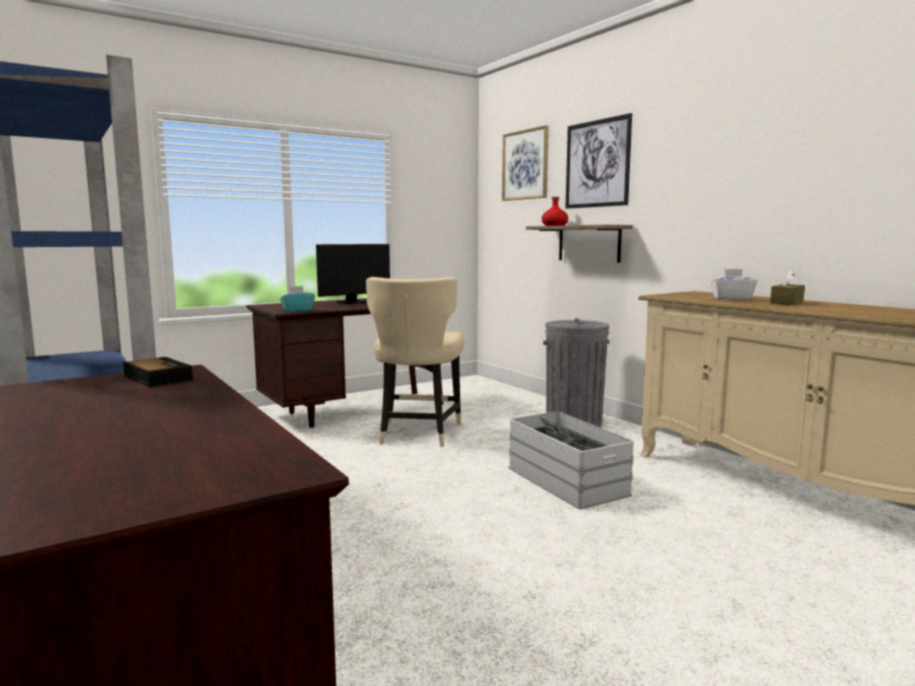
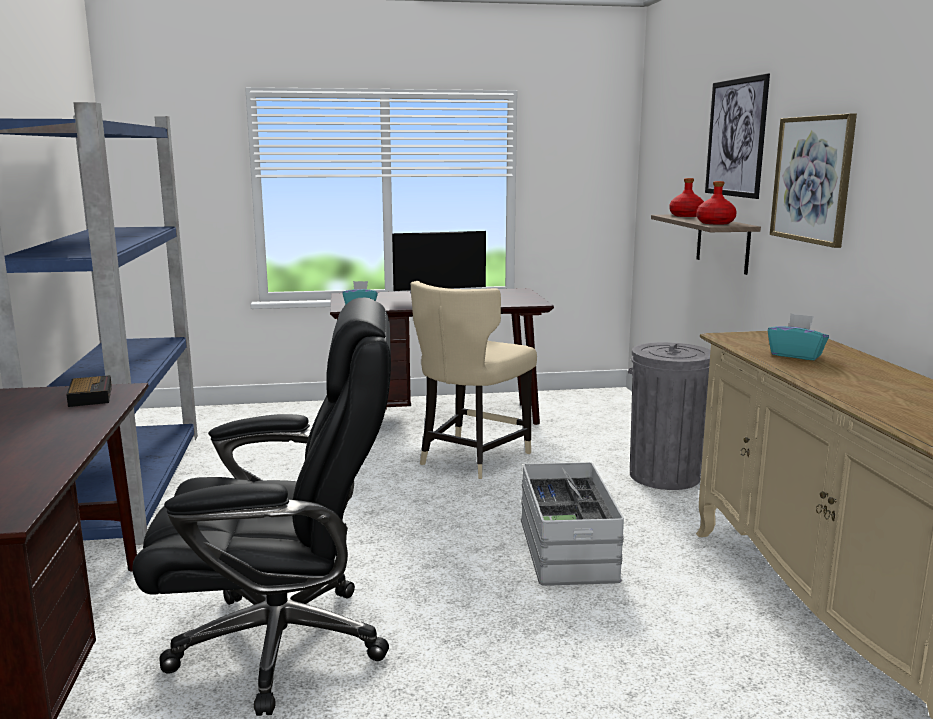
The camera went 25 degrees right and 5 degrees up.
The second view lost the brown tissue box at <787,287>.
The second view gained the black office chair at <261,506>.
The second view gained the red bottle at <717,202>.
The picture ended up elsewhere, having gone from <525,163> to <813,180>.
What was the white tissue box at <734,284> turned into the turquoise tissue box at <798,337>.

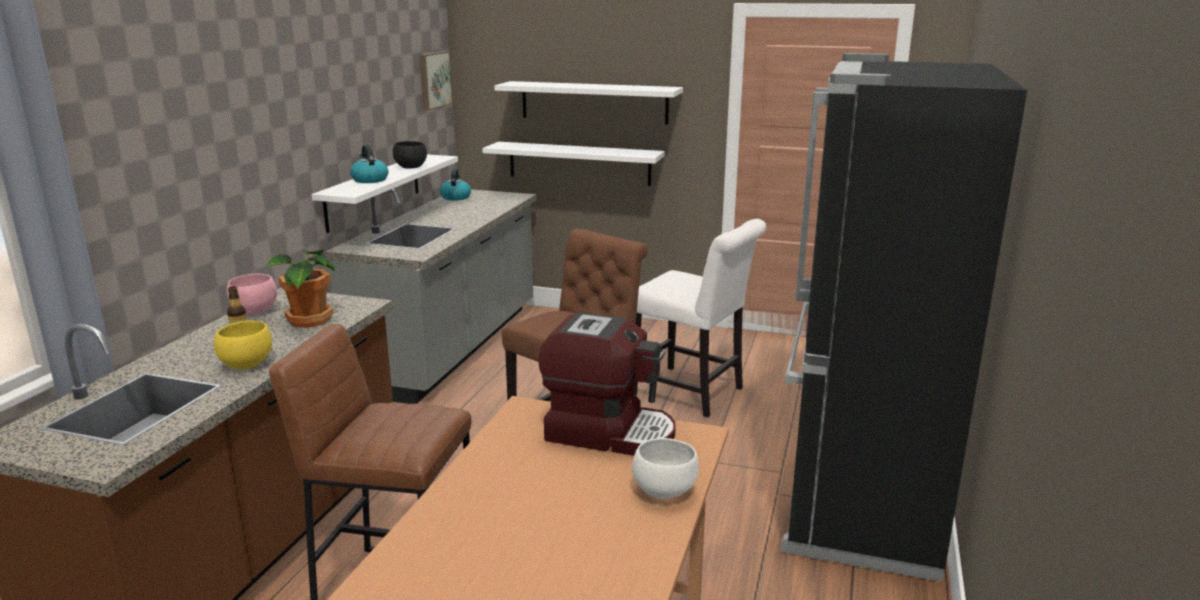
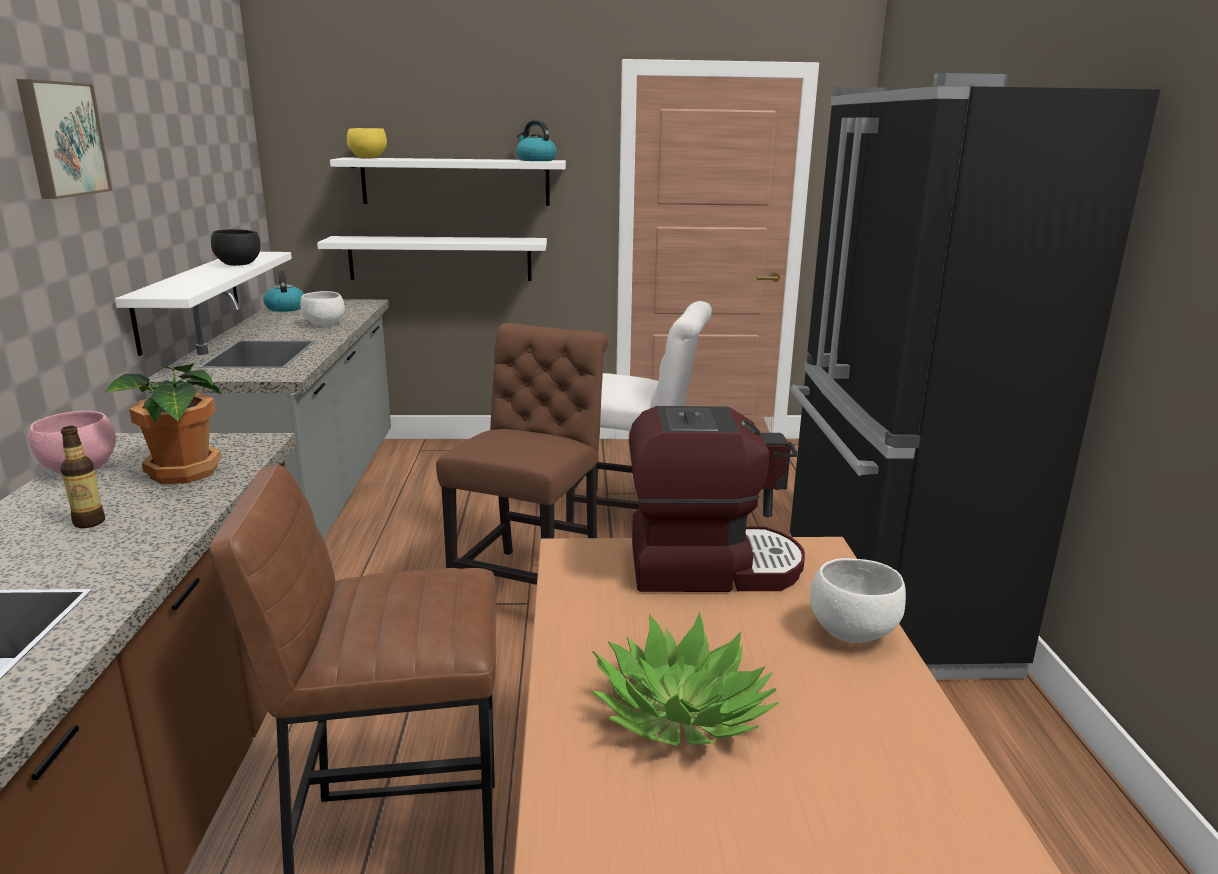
The camera went 20 degrees left and 0 degrees up.
The second view gained the white bowl at <322,308>.
The second view gained the potted plant at <685,678>.
The yellow bowl ended up elsewhere, having gone from <243,344> to <367,143>.
The kettle ended up elsewhere, having gone from <369,164> to <536,140>.
The picture ended up elsewhere, having gone from <436,80> to <64,139>.

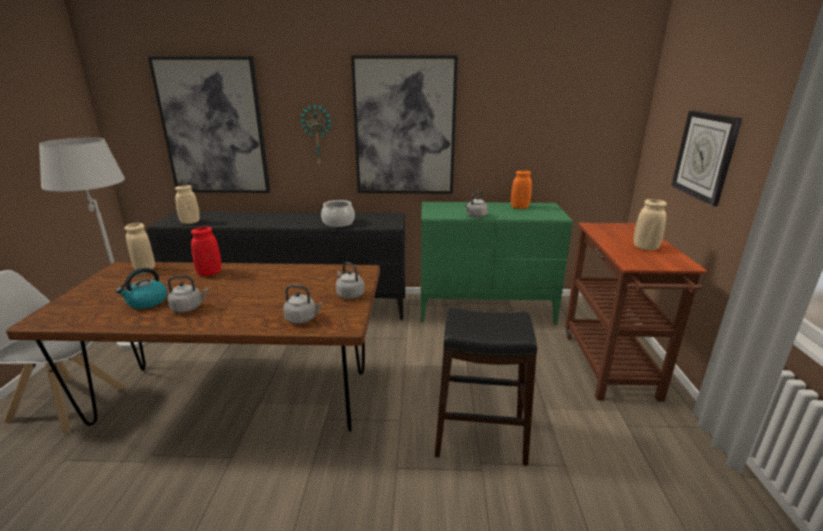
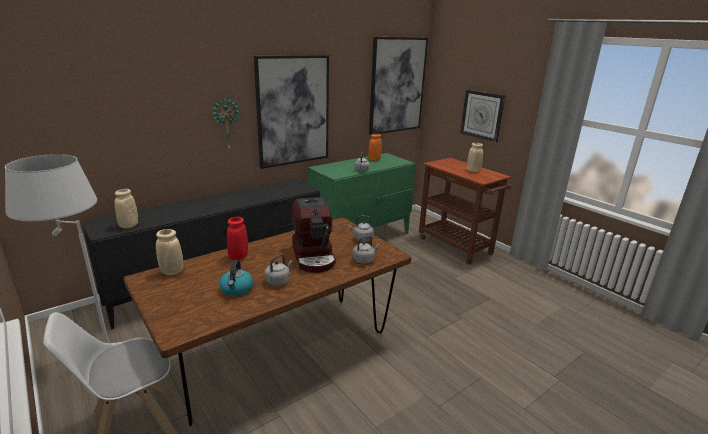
The camera went 40 degrees left and 0 degrees up.
The second view lost the cooking pot at <338,213>.
The second view lost the black stool at <486,387>.
The second view gained the coffee machine at <313,235>.
The picture ended up elsewhere, having gone from <209,124> to <398,86>.

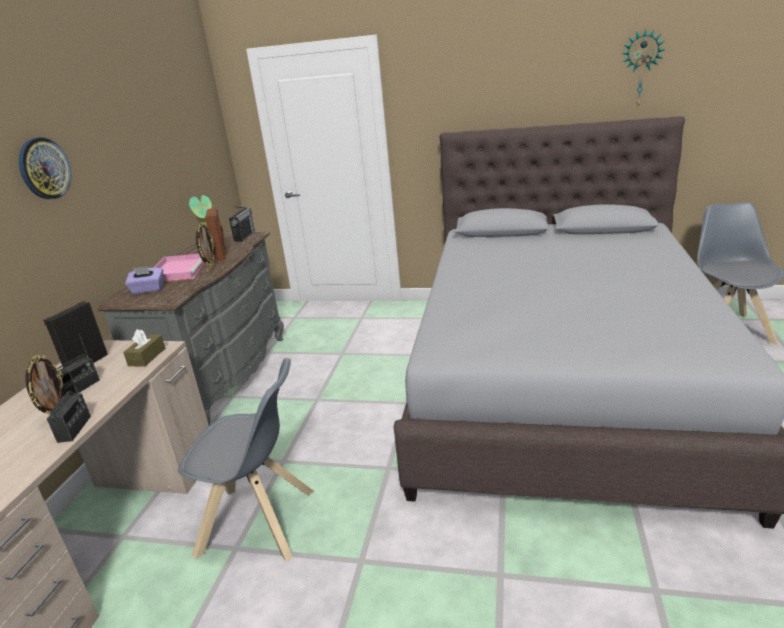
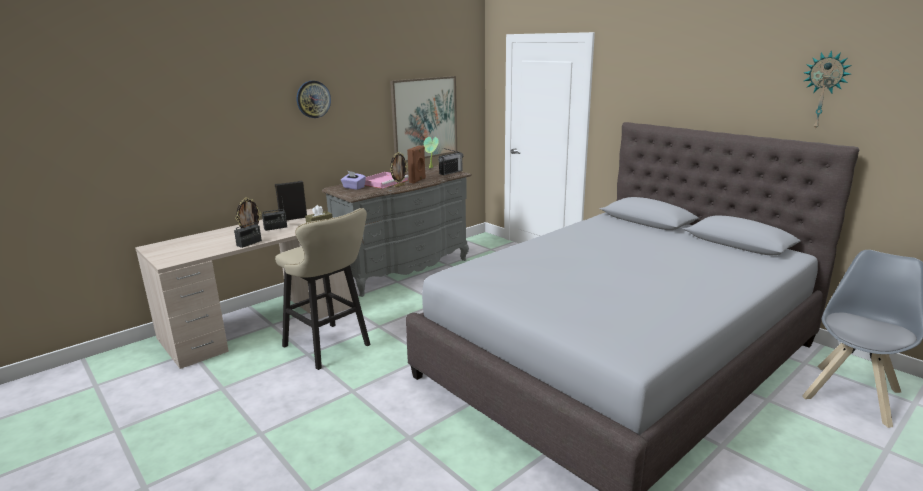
The camera went 35 degrees right and 5 degrees down.
The second view gained the picture at <423,119>.
Where the grey chair stood at <246,459>, the beige stool came to stand at <323,289>.

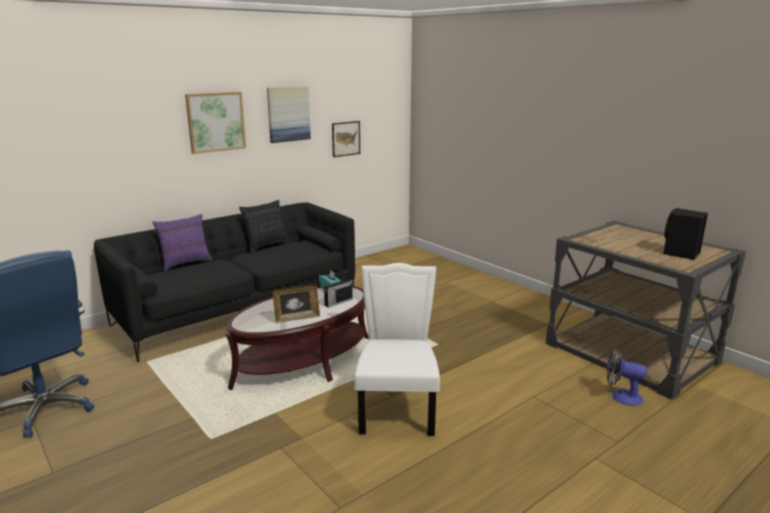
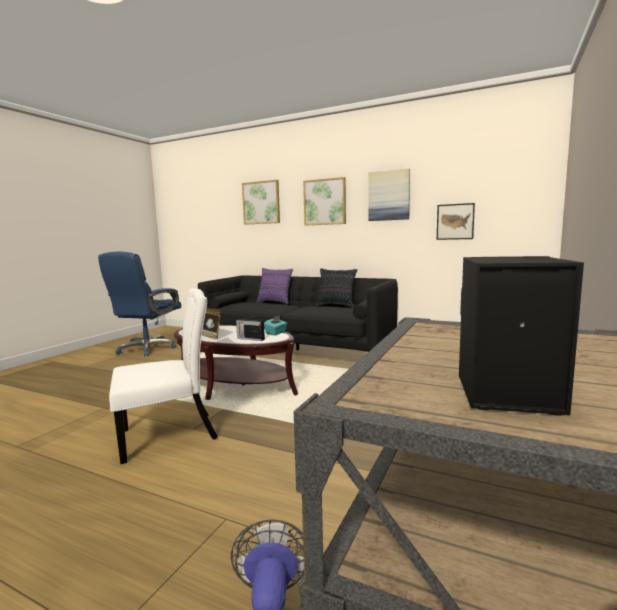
The camera went 65 degrees right and 10 degrees down.
The second view gained the picture at <261,202>.

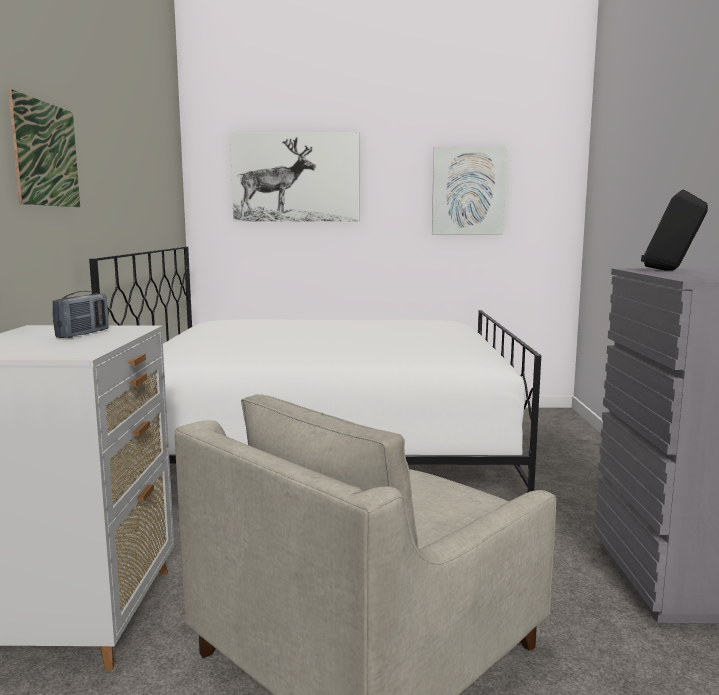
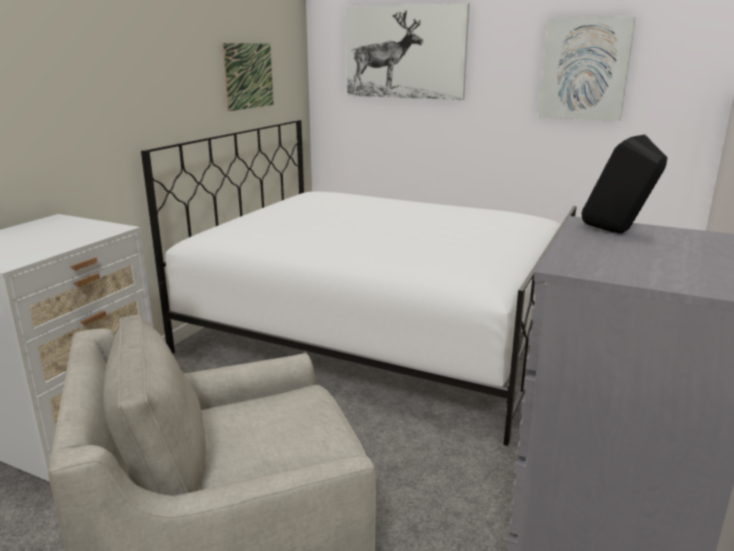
The camera went 25 degrees right and 10 degrees up.
The second view lost the radio at <80,314>.
The picture ended up elsewhere, having gone from <44,148> to <248,77>.

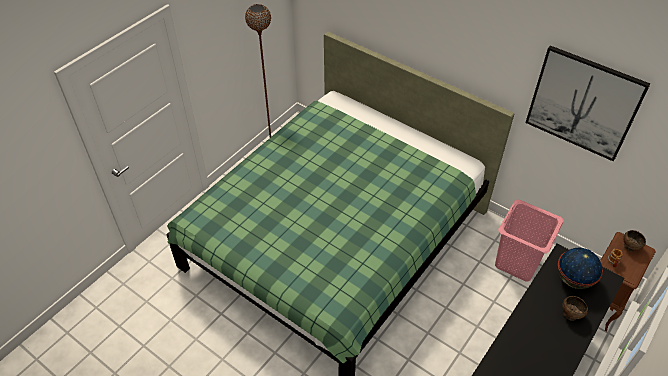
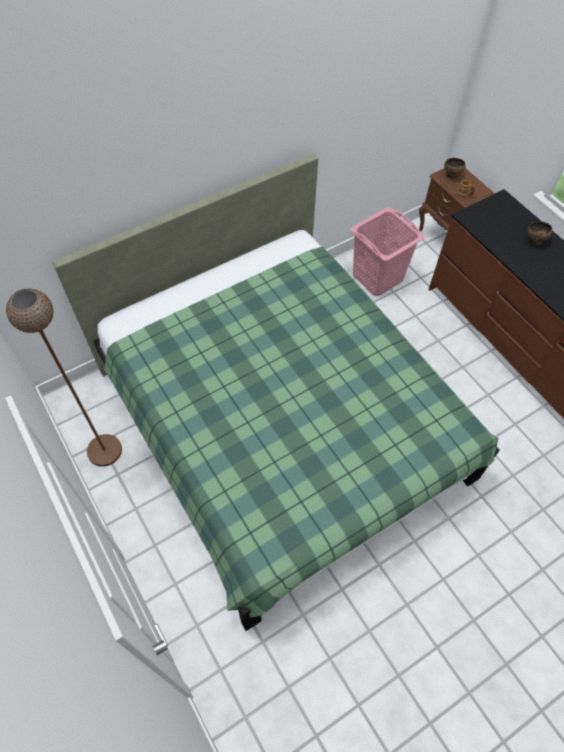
The camera went 70 degrees left and 10 degrees up.
The second view lost the picture at <587,103>.
The second view lost the globe at <580,268>.

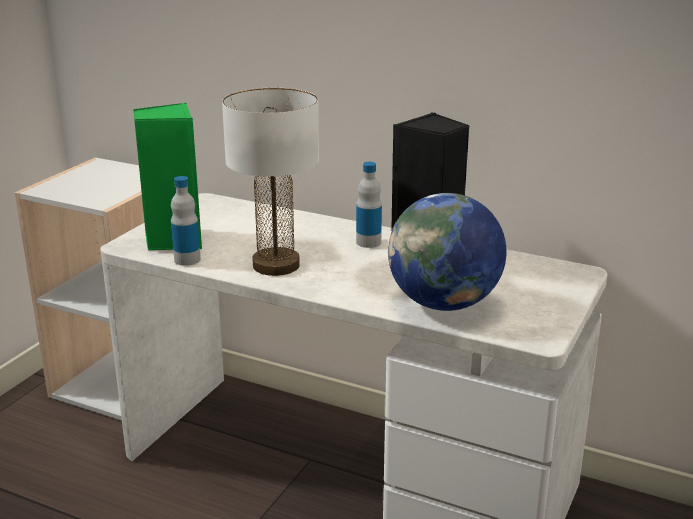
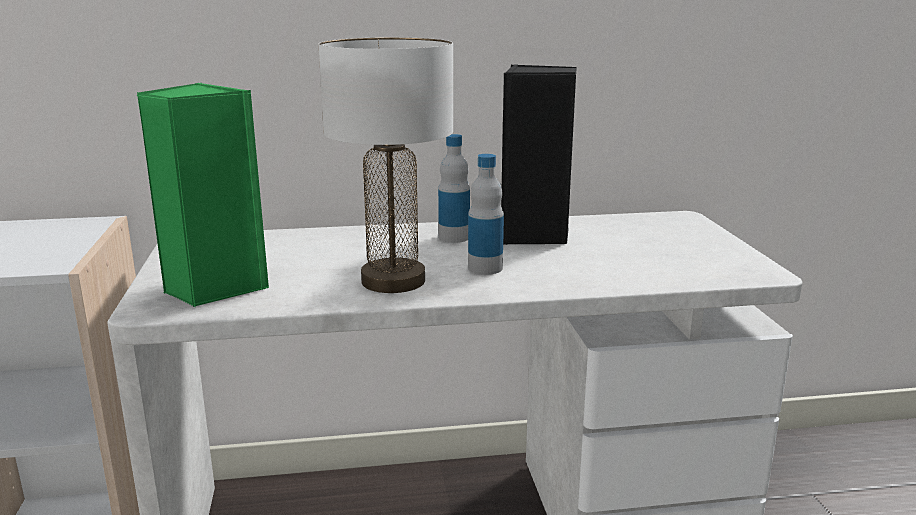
The camera went 35 degrees left and 5 degrees down.
The second view lost the globe at <447,252>.
The bottle ended up elsewhere, having gone from <186,221> to <486,214>.

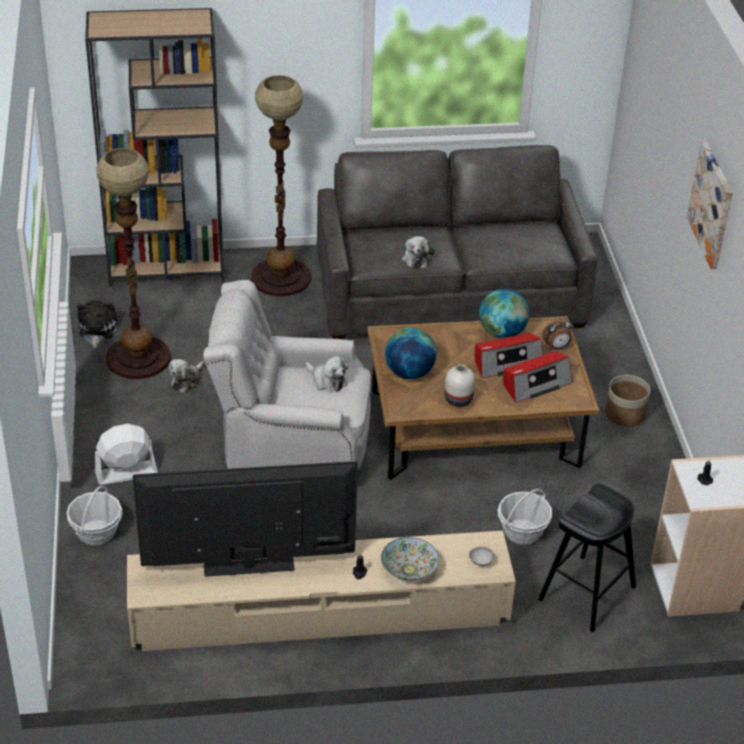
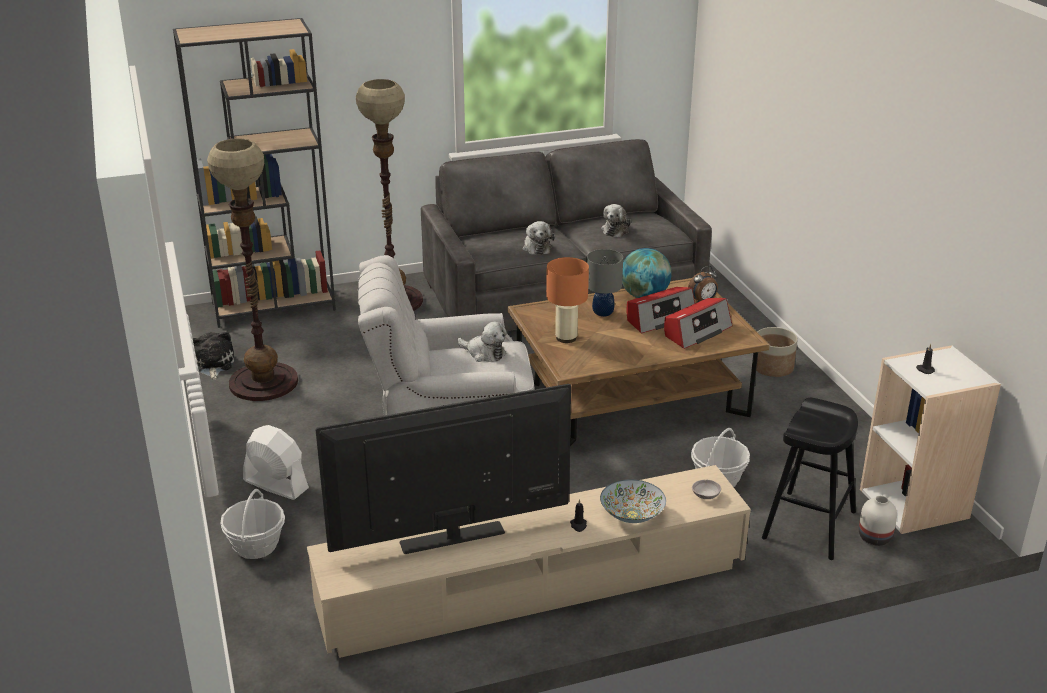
The camera went 10 degrees left and 10 degrees down.
The second view lost the picture at <710,205>.
The second view gained the grey table lamp at <605,283>.
The plush toy ended up elsewhere, having gone from <186,376> to <616,221>.
The white vase ended up elsewhere, having gone from <459,386> to <878,521>.
Where the globe stood at <411,353>, the orange table lamp came to stand at <567,300>.
The white fan at <126,454> ended up facing another way, 60 degrees clockwise from before.

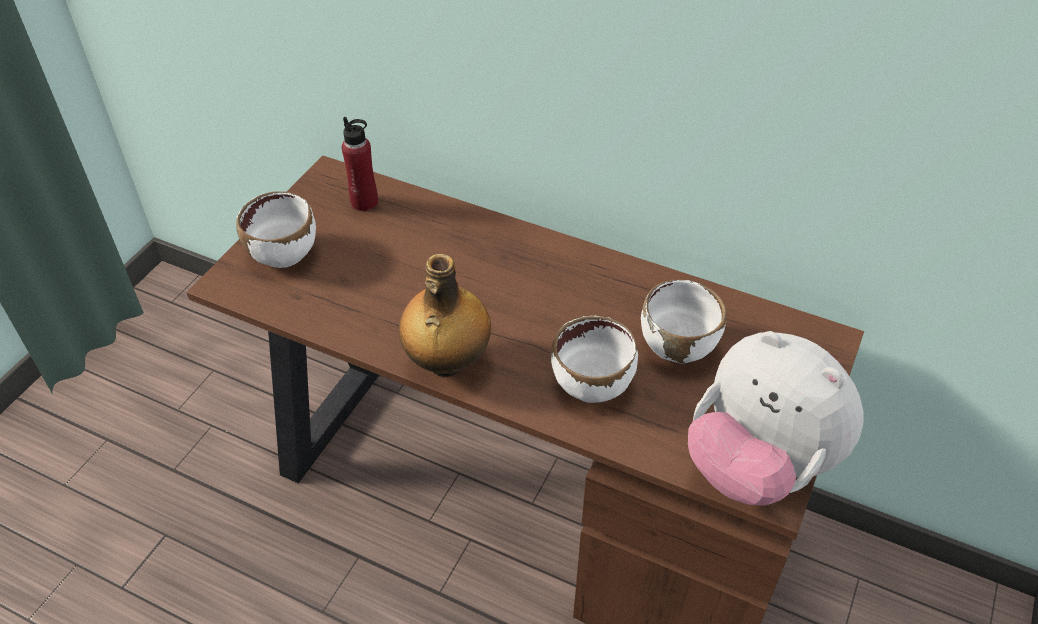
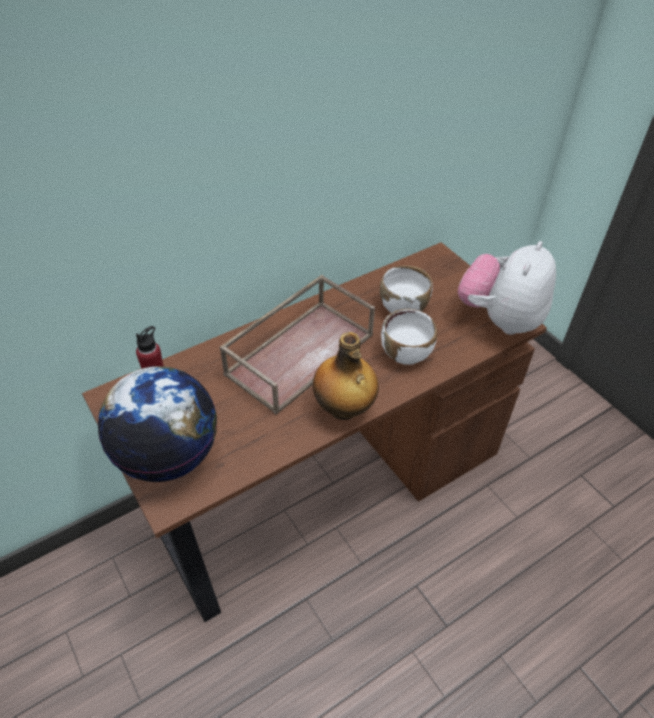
The camera went 60 degrees left and 0 degrees up.
The second view gained the brown tray at <297,345>.
Where the white bowl stood at <276,229>, the globe came to stand at <157,424>.
The plush toy at <776,418> ended up facing another way, 135 degrees clockwise from before.

